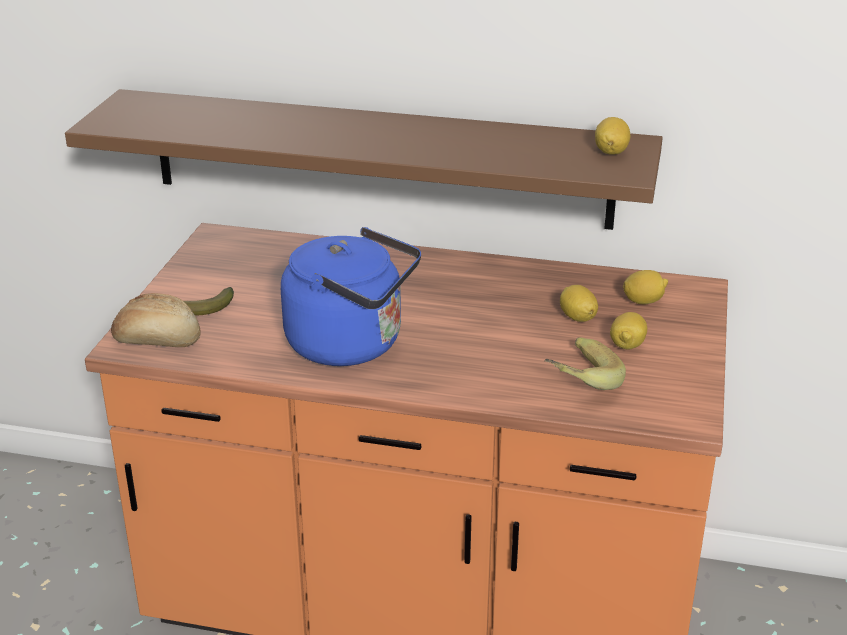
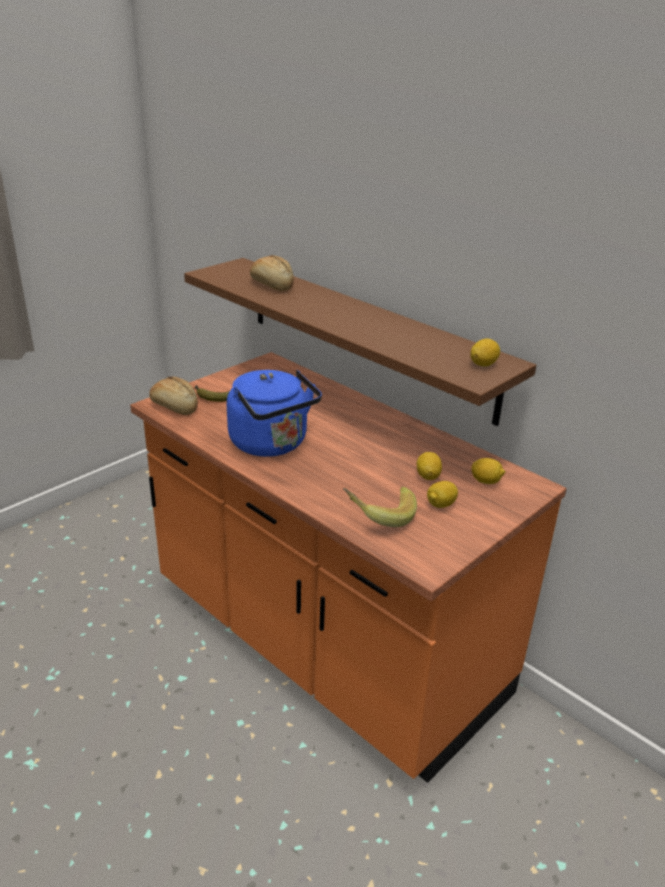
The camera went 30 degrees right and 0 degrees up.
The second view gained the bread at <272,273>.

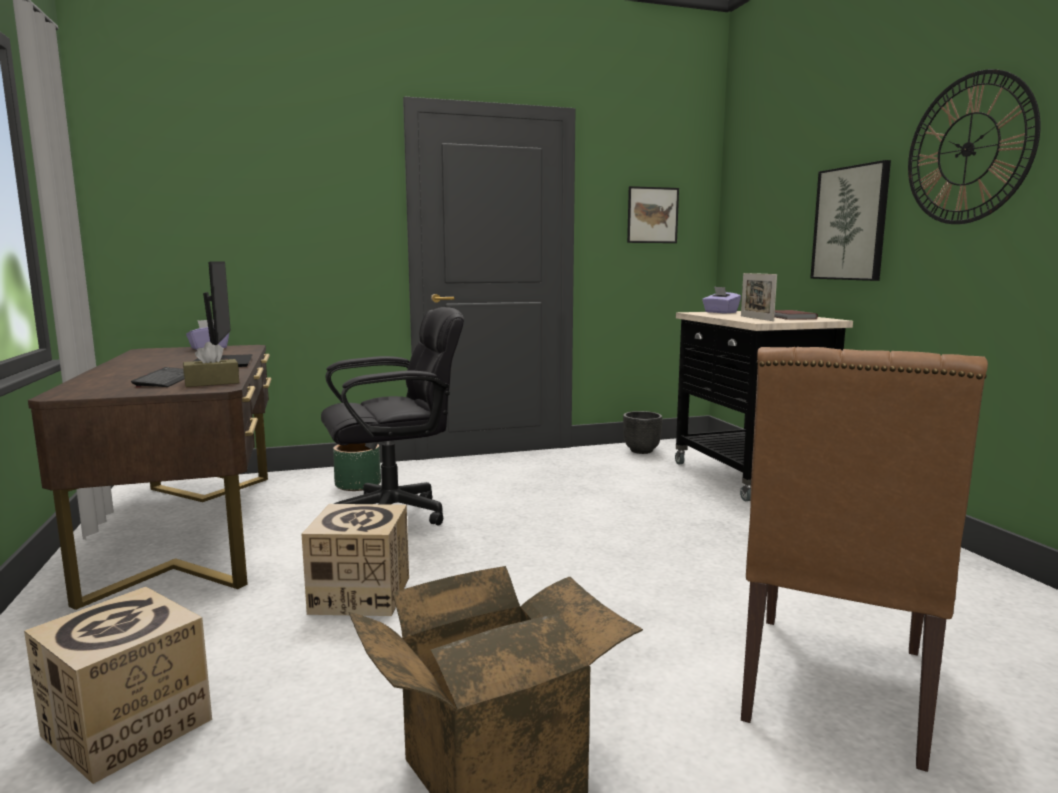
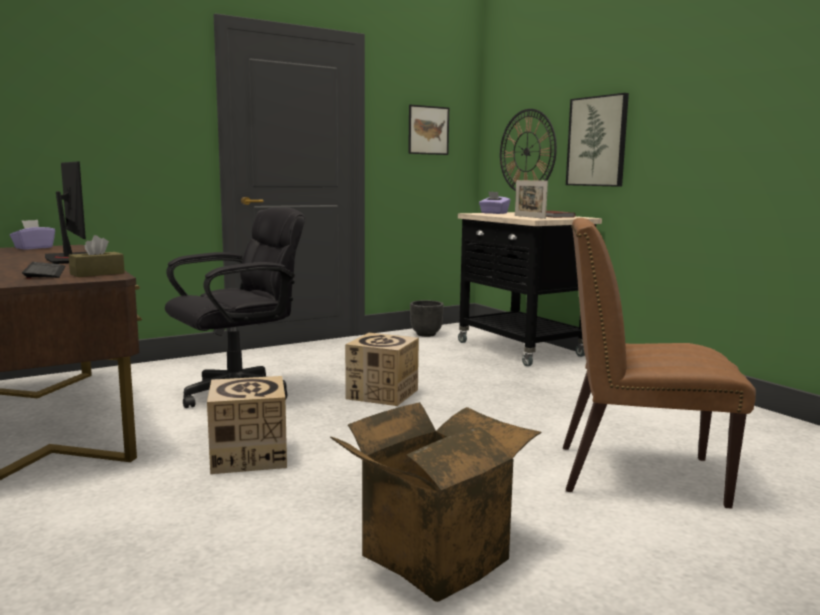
The camera went 15 degrees left and 0 degrees up.
The second view lost the green planter at <357,467>.
The cardboard box ended up elsewhere, having gone from <118,685> to <382,369>.
The wall clock ended up elsewhere, having gone from <974,146> to <528,150>.
The brown chair at <864,559> ended up facing another way, 90 degrees clockwise from before.

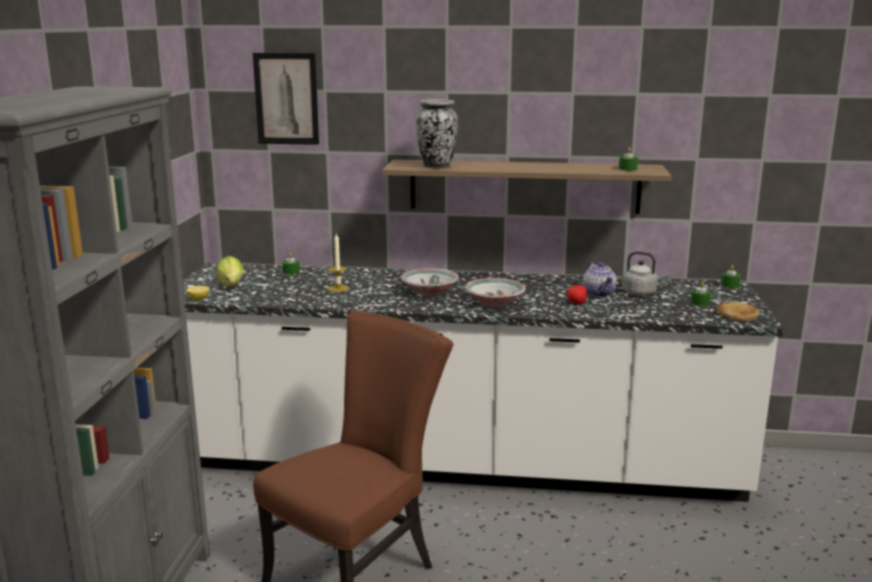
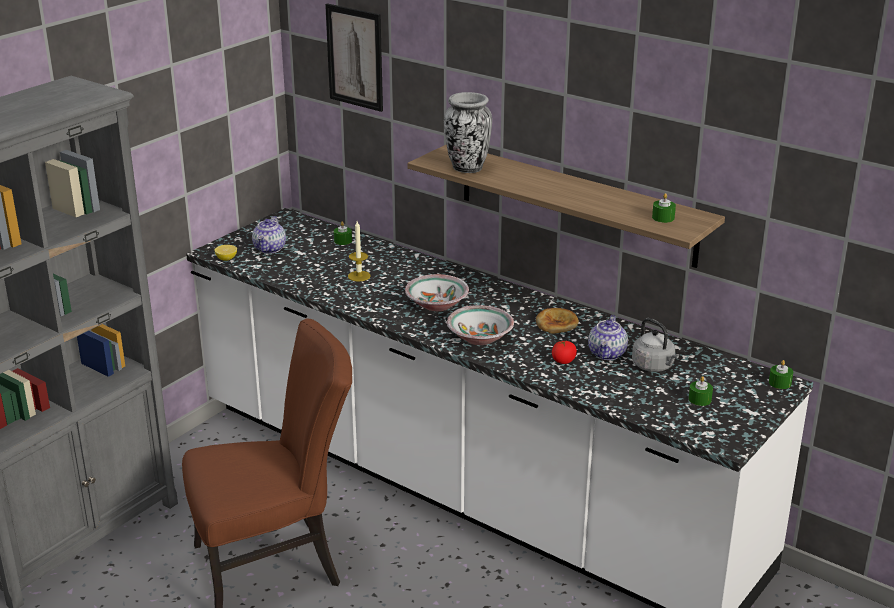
The camera went 30 degrees right and 10 degrees up.
The bread ended up elsewhere, having gone from <738,312> to <557,321>.
Where the lettuce stood at <230,271>, the teapot came to stand at <269,235>.

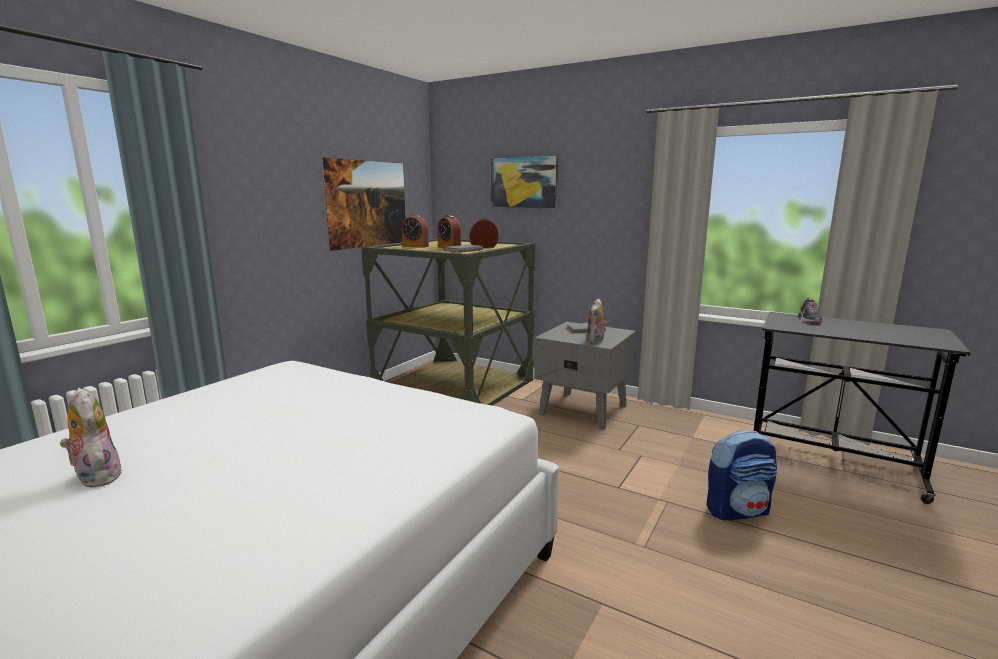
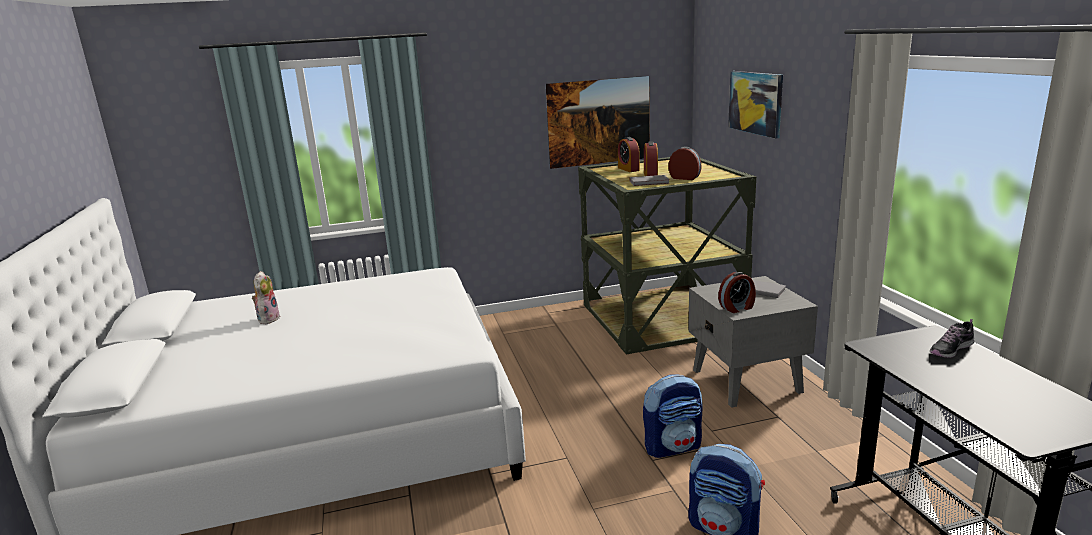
The camera went 45 degrees right and 5 degrees up.
The second view gained the backpack at <673,416>.
Where the plush toy stood at <596,321>, the alarm clock came to stand at <737,292>.

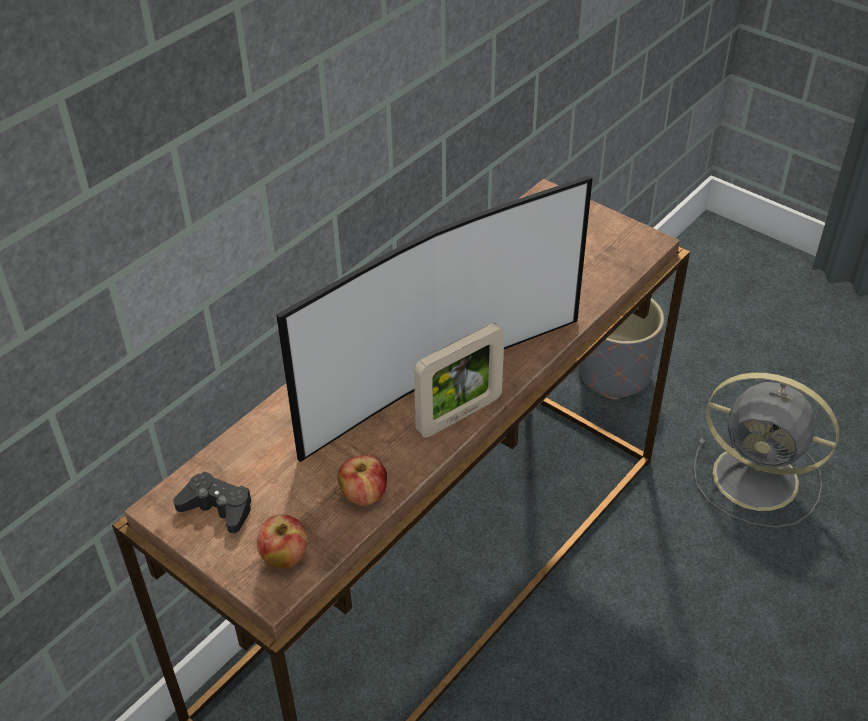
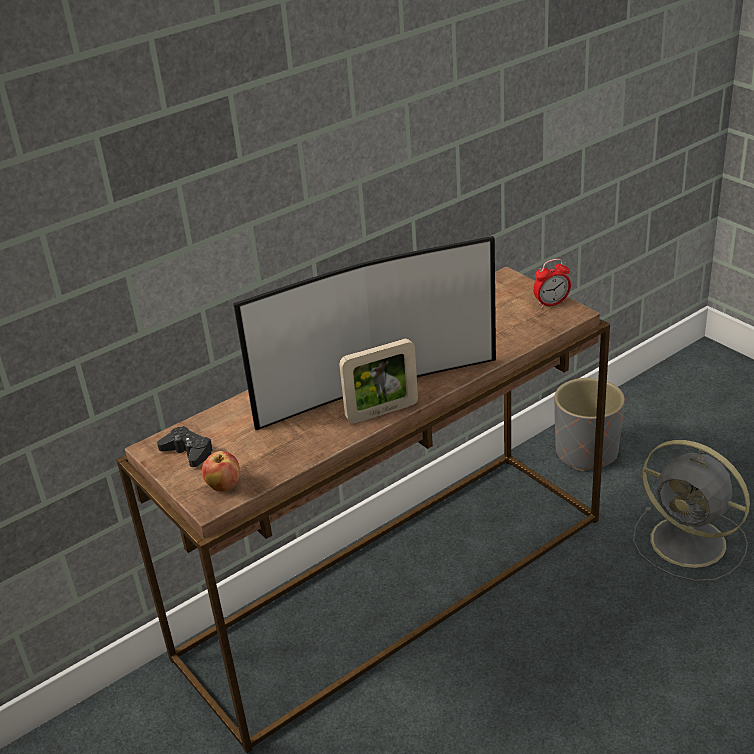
The camera went 15 degrees right and 10 degrees down.
The second view lost the apple at <362,480>.
The second view gained the alarm clock at <552,283>.

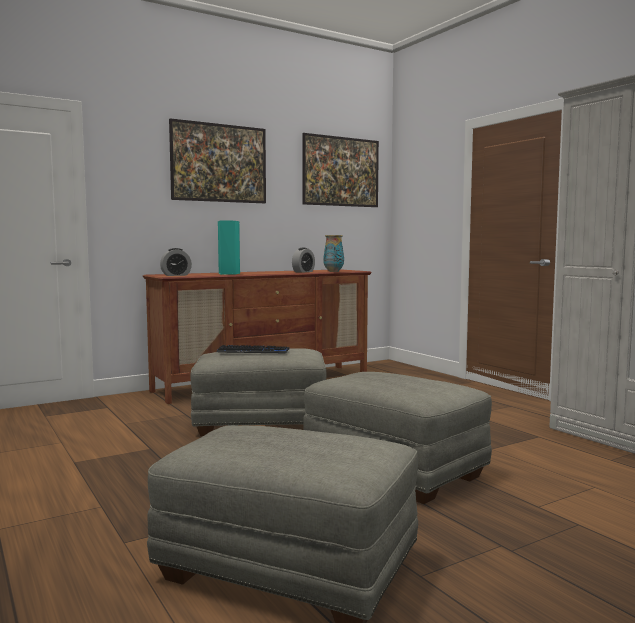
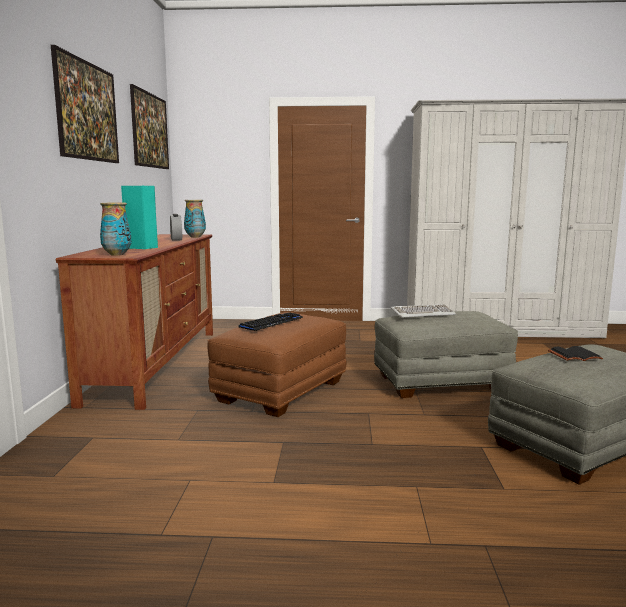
The camera went 55 degrees left and 5 degrees up.
The second view gained the keyboard at <423,311>.
The second view gained the black book at <575,353>.
Where the alarm clock stood at <176,262>, the vase came to stand at <115,229>.
What was the grey ottoman at <258,392> turned into the brown ottoman at <277,364>.

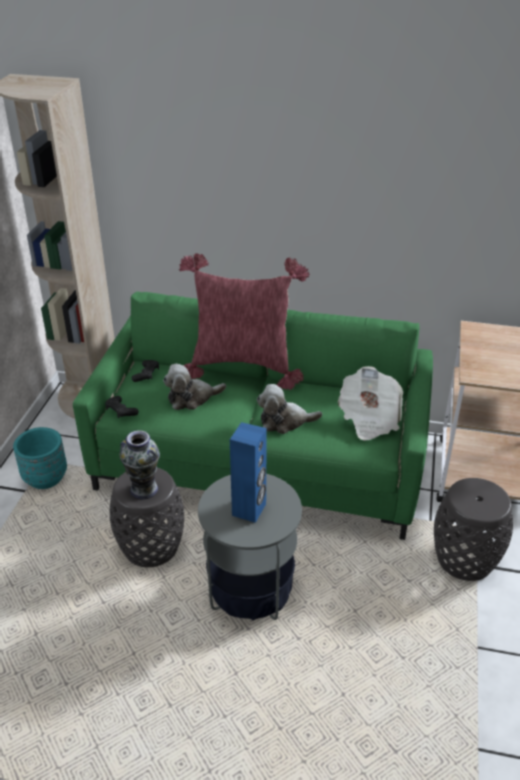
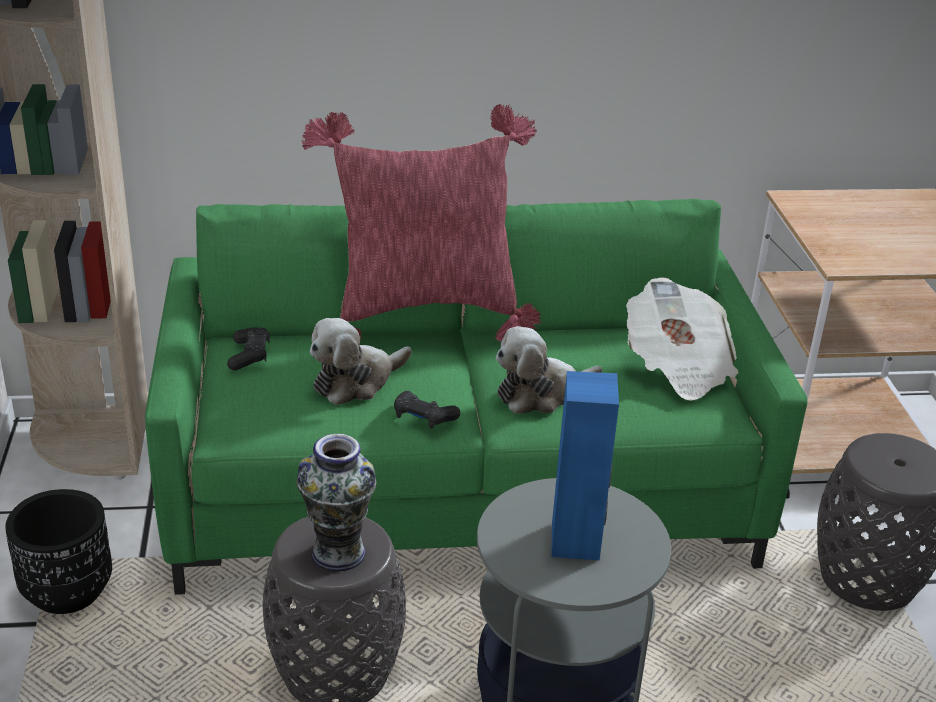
The camera went 20 degrees left and 5 degrees down.
The black game controller ended up elsewhere, having gone from <121,407> to <427,410>.
What was the turquoise planter at <40,458> turned into the black planter at <58,551>.

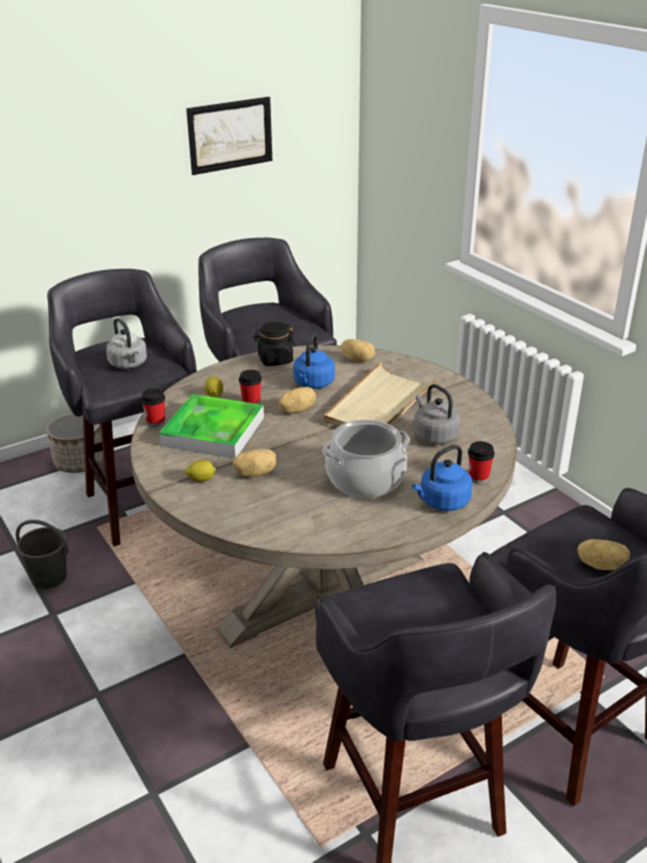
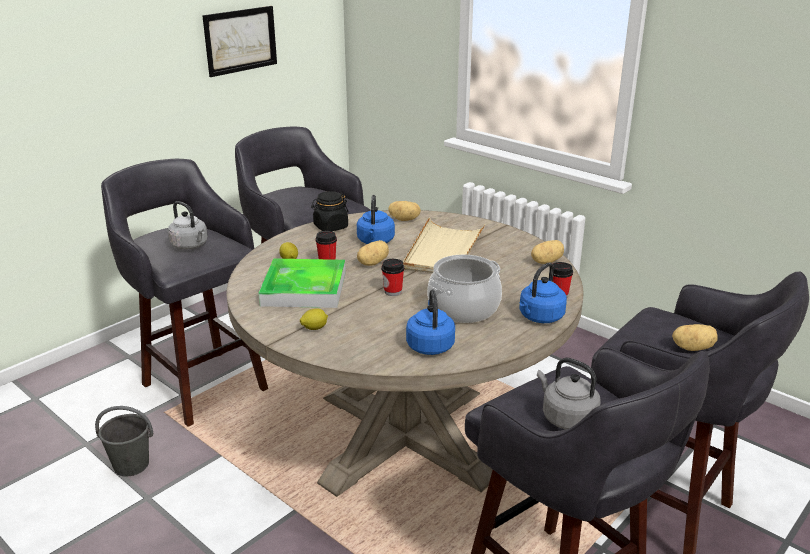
The camera went 15 degrees left and 5 degrees down.
The second view lost the planter at <75,443>.
The second view gained the blue kettle at <430,322>.
The cup ended up elsewhere, having gone from <153,407> to <393,277>.
The potato ended up elsewhere, having gone from <254,463> to <547,252>.
The grey kettle ended up elsewhere, having gone from <436,414> to <569,394>.

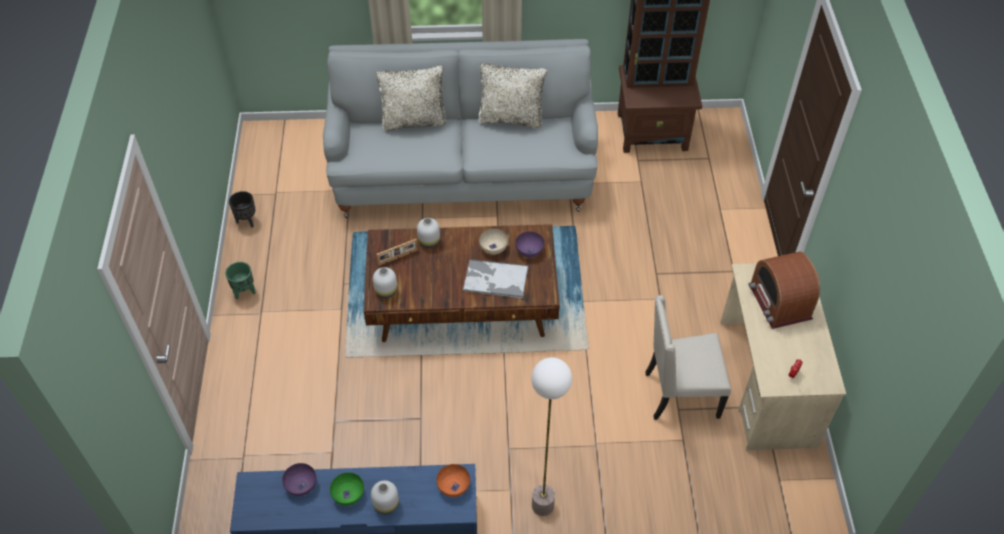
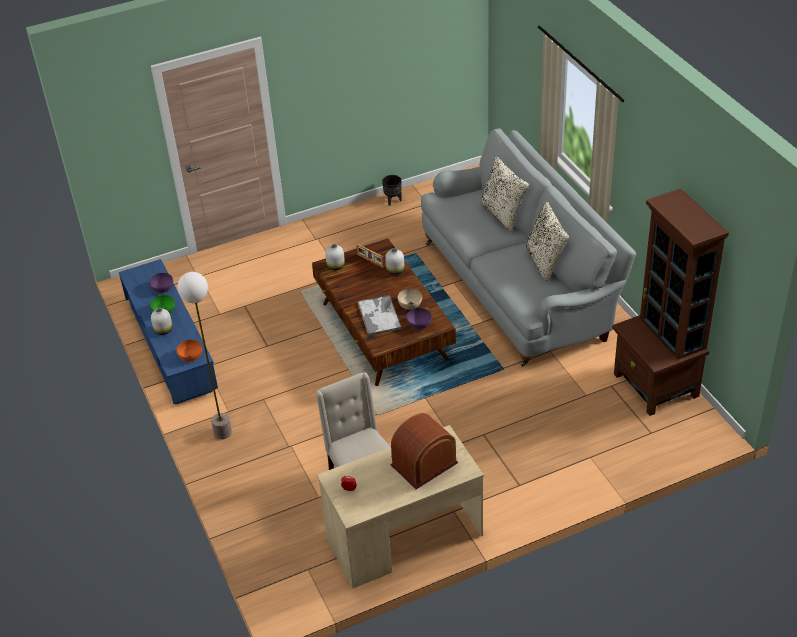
The camera went 70 degrees right and 10 degrees down.
The second view lost the green planter at <240,281>.

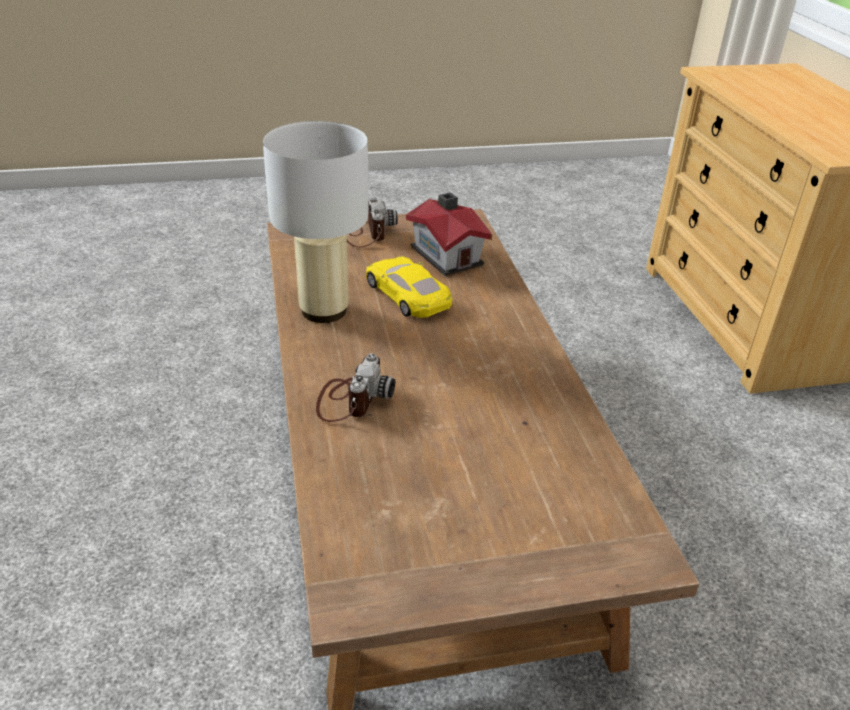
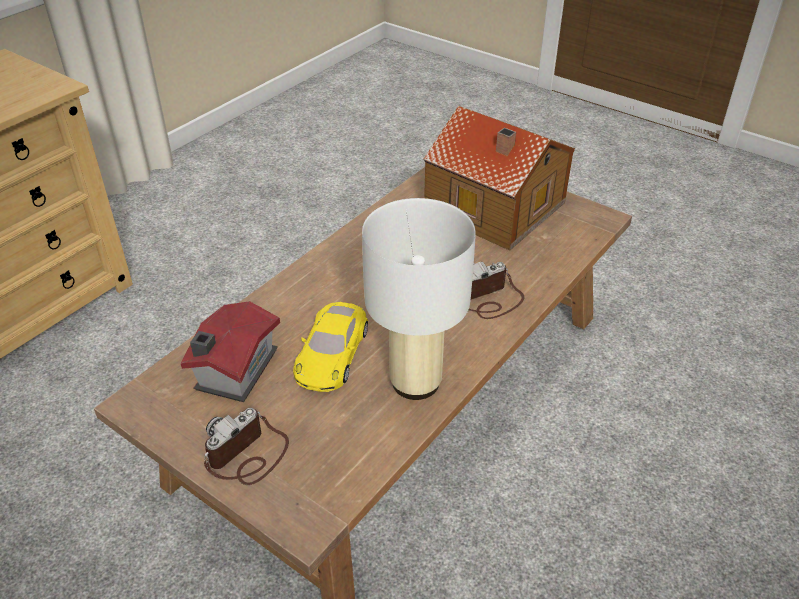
The camera went 130 degrees left and 5 degrees up.
The second view gained the toy house at <499,178>.

